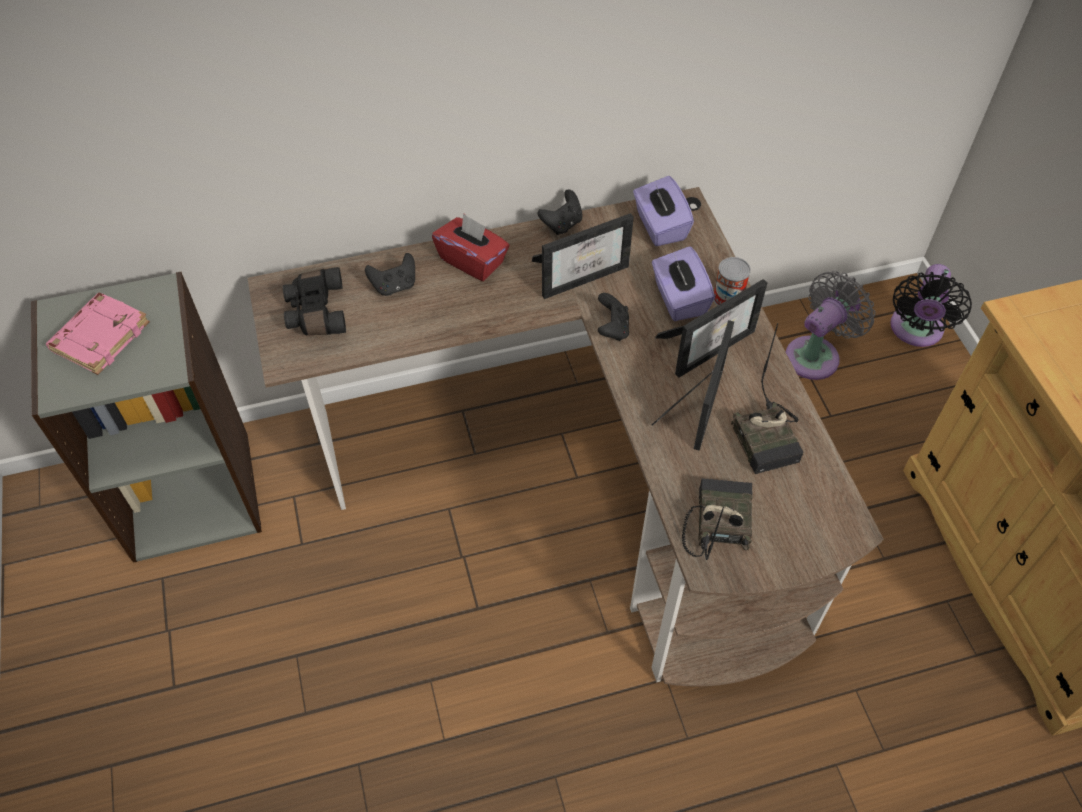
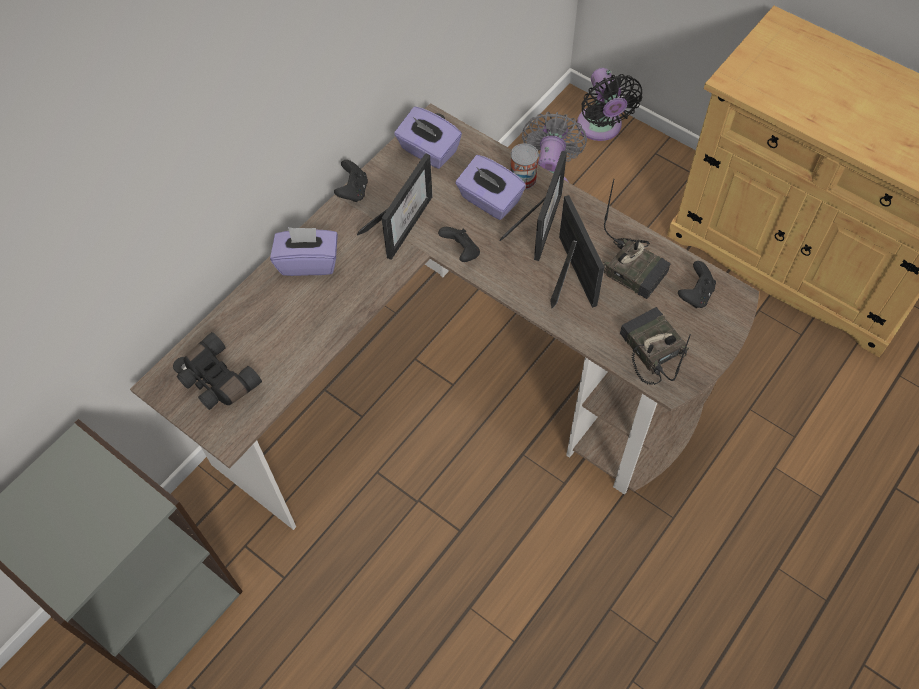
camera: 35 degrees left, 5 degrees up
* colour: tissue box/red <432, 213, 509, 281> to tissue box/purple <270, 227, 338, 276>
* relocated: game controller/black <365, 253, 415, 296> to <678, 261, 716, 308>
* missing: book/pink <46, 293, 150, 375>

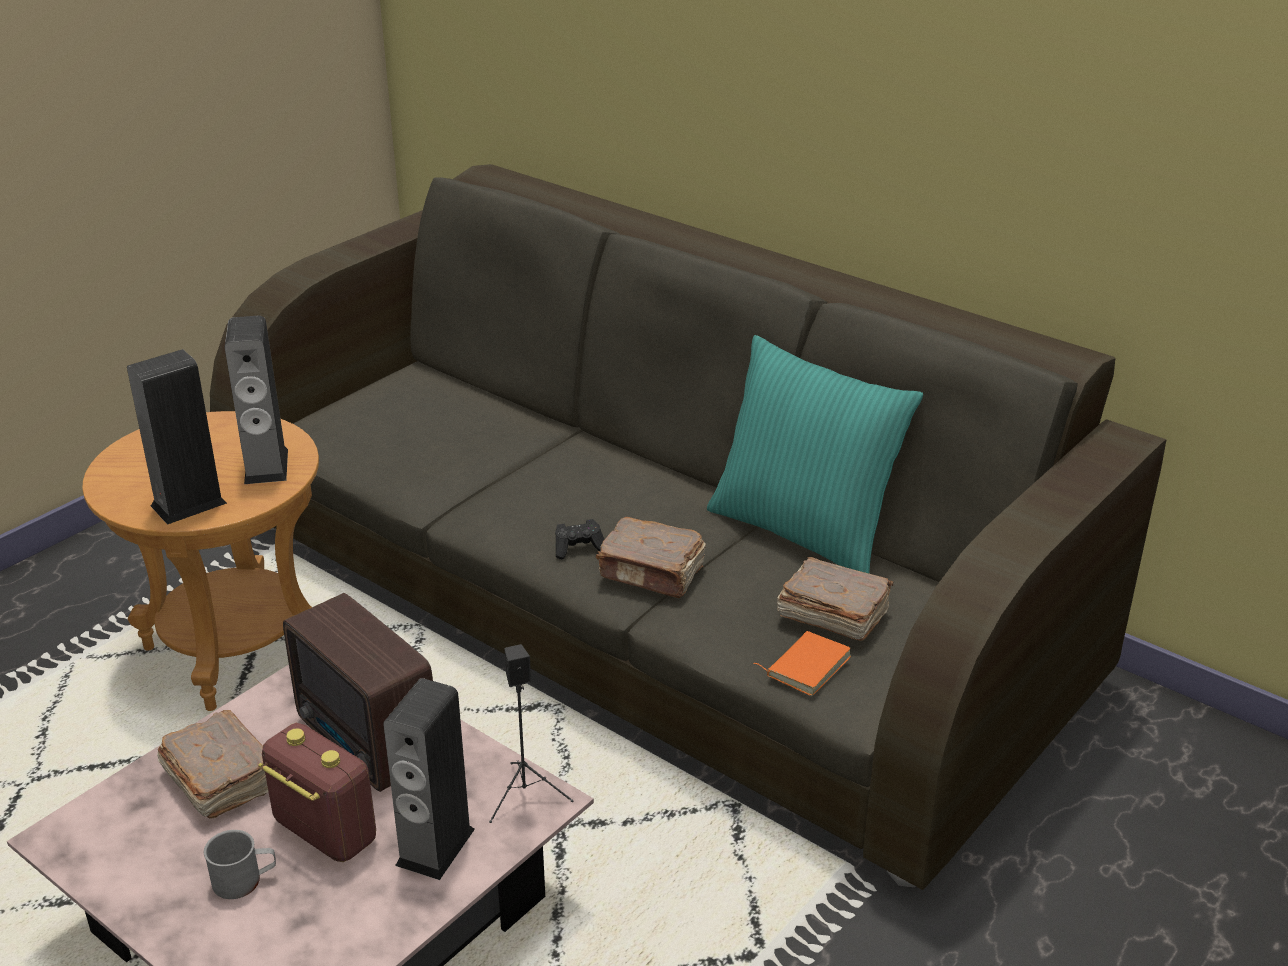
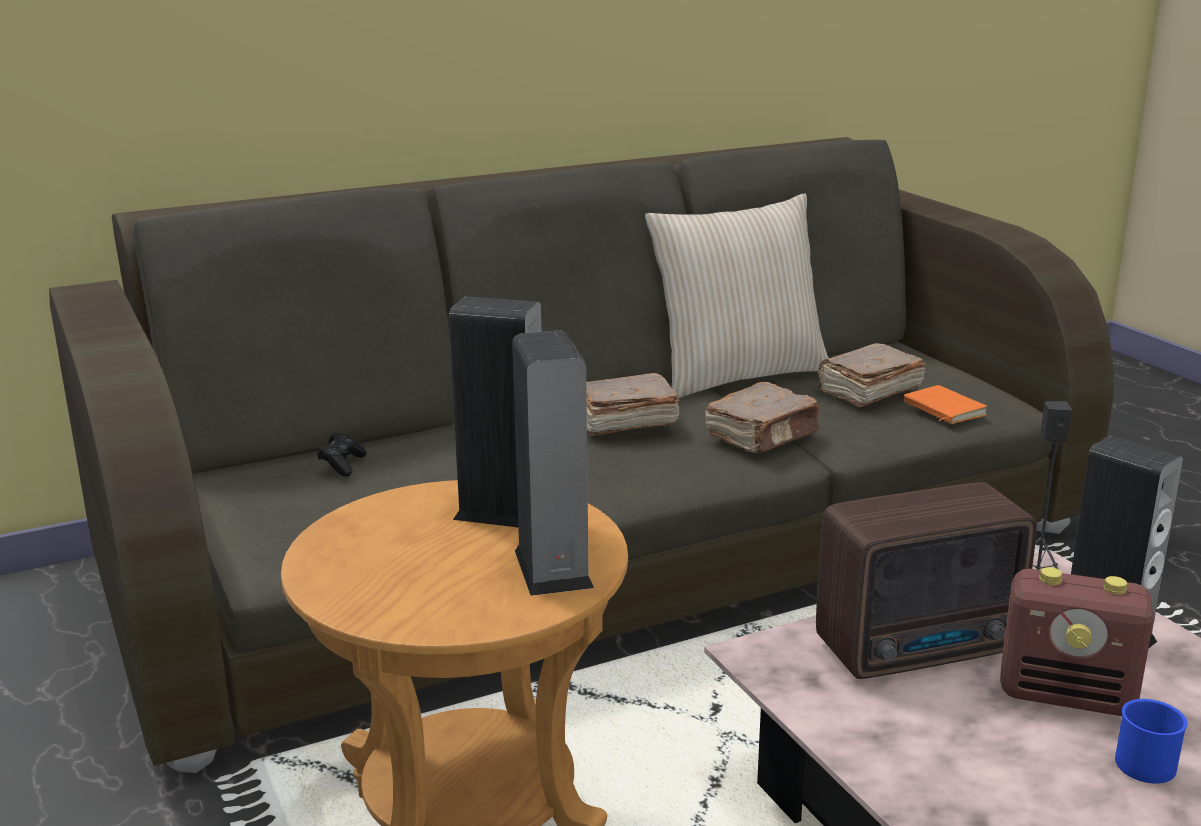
camera: 65 degrees left, 10 degrees down
* relocated: game controller/black <555, 519, 605, 559> to <317, 432, 367, 477>
* relocated: book/brown <157, 710, 268, 818> to <586, 373, 679, 436>
* colour: pillow/turquoise <707, 335, 923, 573> to pillow/beige <645, 193, 829, 398>
* spun: radio <258, 723, 376, 862> = <1000, 567, 1154, 716> 135 degrees counterclockwise
* colour: mug/grey <204, 830, 276, 899> to mug/blue <1115, 699, 1187, 784>

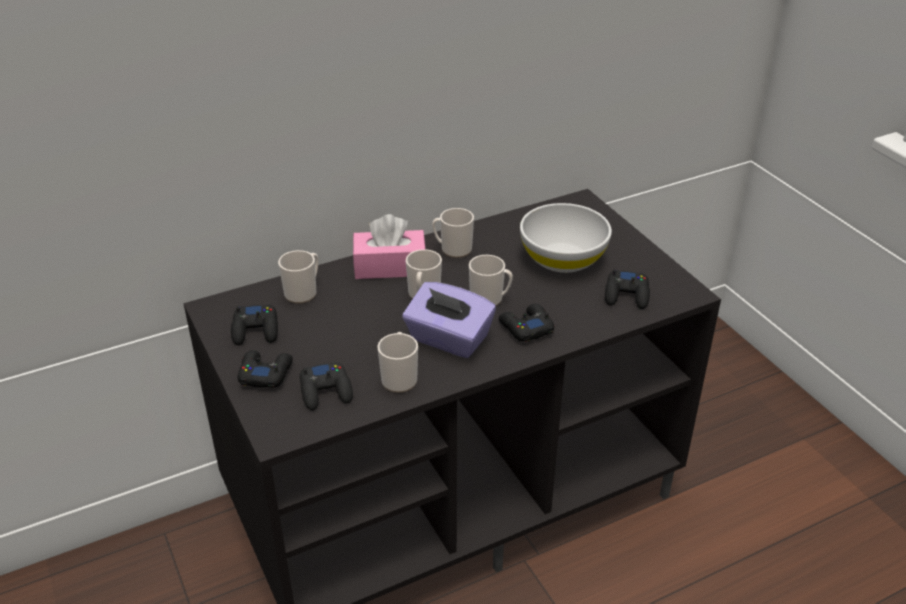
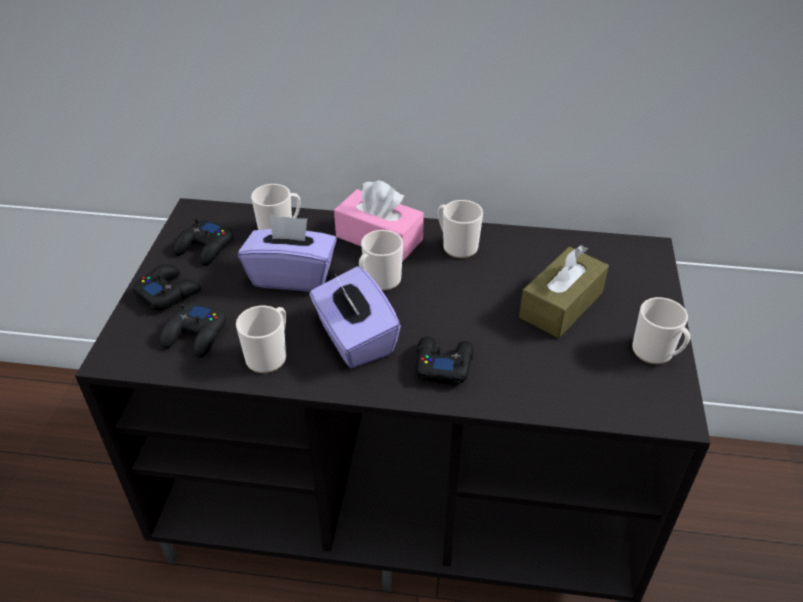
camera: 35 degrees right, 5 degrees up
* appeared: tissue box/purple <238, 214, 337, 292>
* exchanged: bowl/white <520, 203, 612, 273> to tissue box/brown <519, 245, 609, 338>
* relocated: mug <469, 255, 513, 306> to <632, 297, 690, 364>
* missing: game controller/black <605, 270, 650, 309>

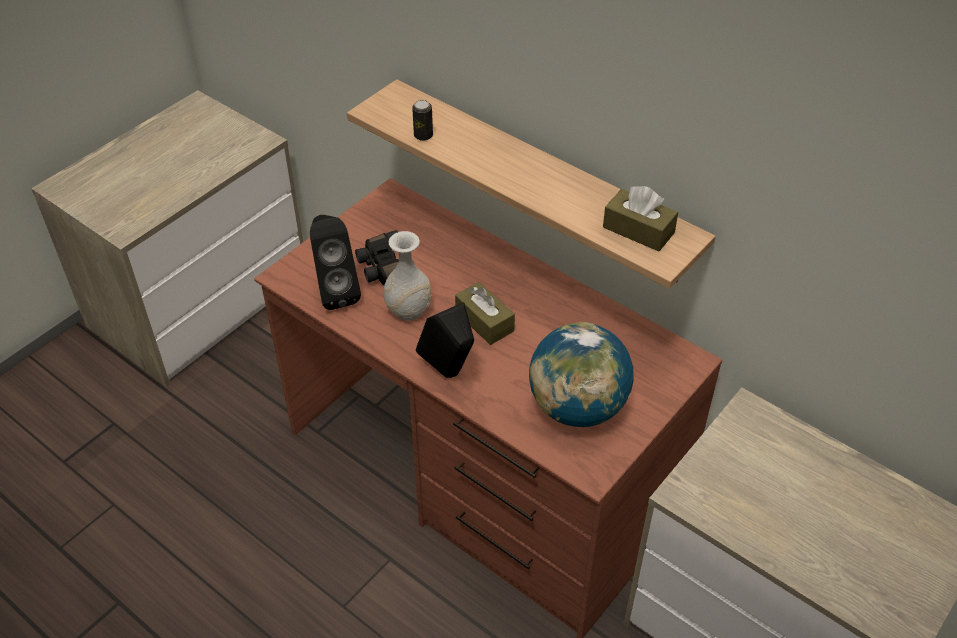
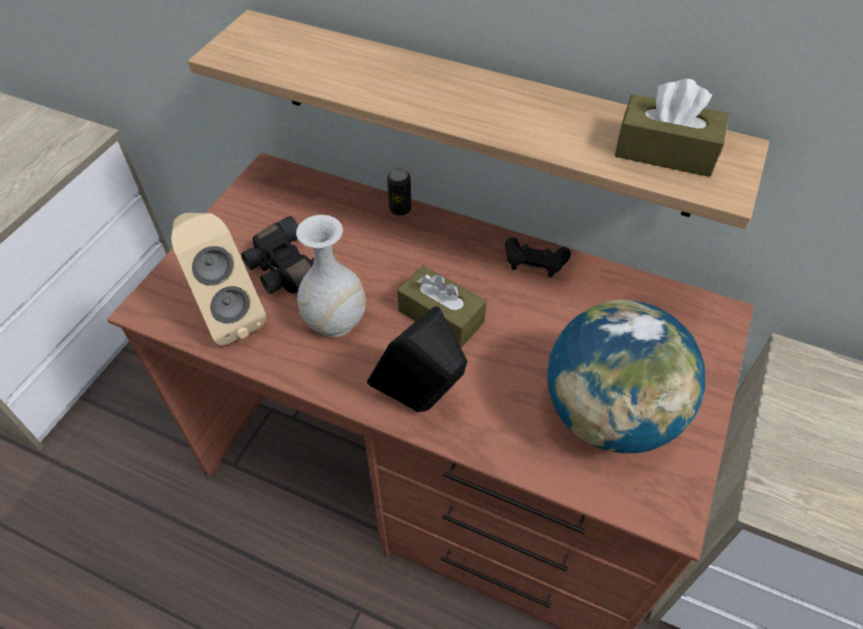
camera: 15 degrees left, 5 degrees up
* colour: speaker/black <310, 215, 361, 310> to speaker/beige <171, 213, 266, 346>
* relocated: can <412, 100, 433, 141> to <387, 169, 412, 216>
* appeared: game controller/black <505, 237, 571, 277>

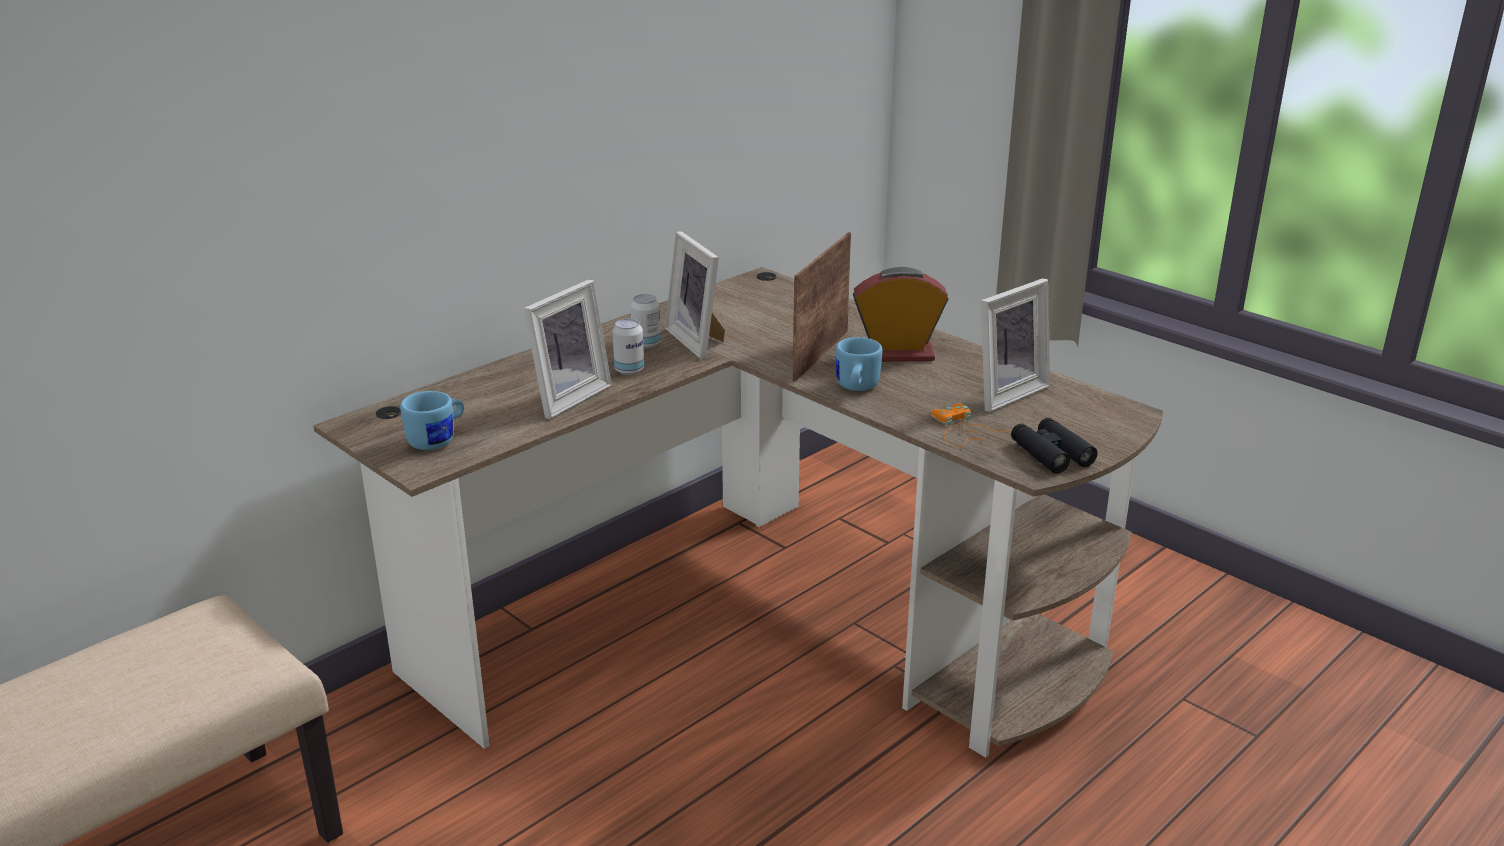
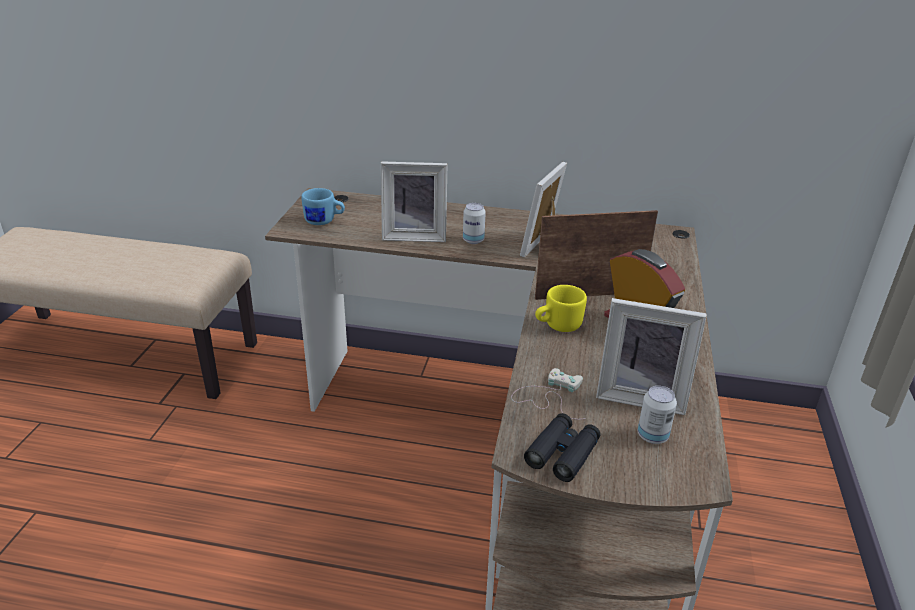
camera: 55 degrees right, 5 degrees up
* colour: game controller/orange <931, 404, 1012, 447> to game controller/white <511, 368, 586, 420>
* colour: mug/blue <836, 337, 882, 391> to mug/yellow <535, 285, 587, 332>
* relocated: can <630, 294, 661, 349> to <638, 386, 677, 444>

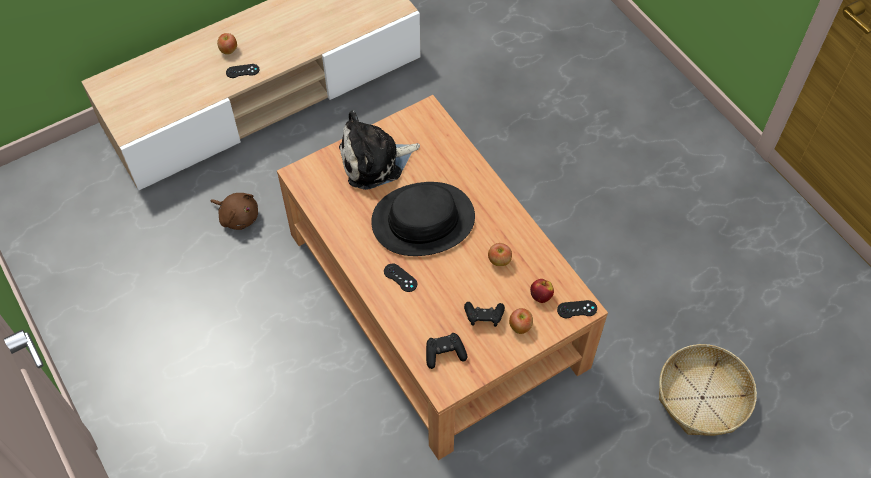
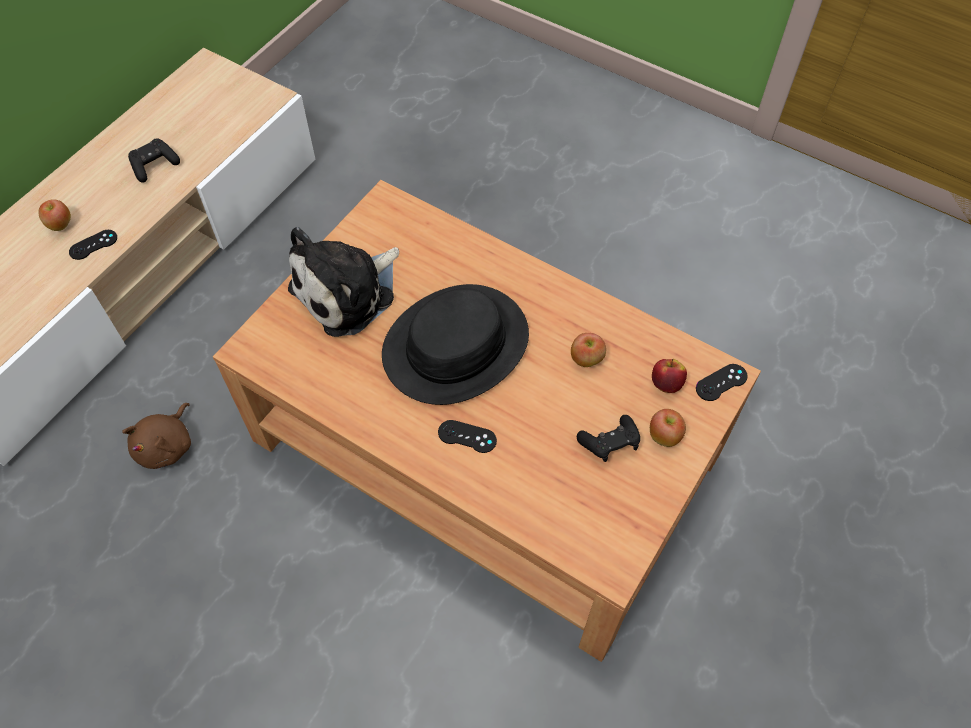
camera: 25 degrees left, 0 degrees up
* spun: plush toy/brown <211, 193, 258, 230> = <122, 403, 191, 469> 105 degrees clockwise
* relocated: game controller/black <426, 333, 467, 369> to <128, 138, 180, 183>
* missing: basket <659, 344, 757, 436>

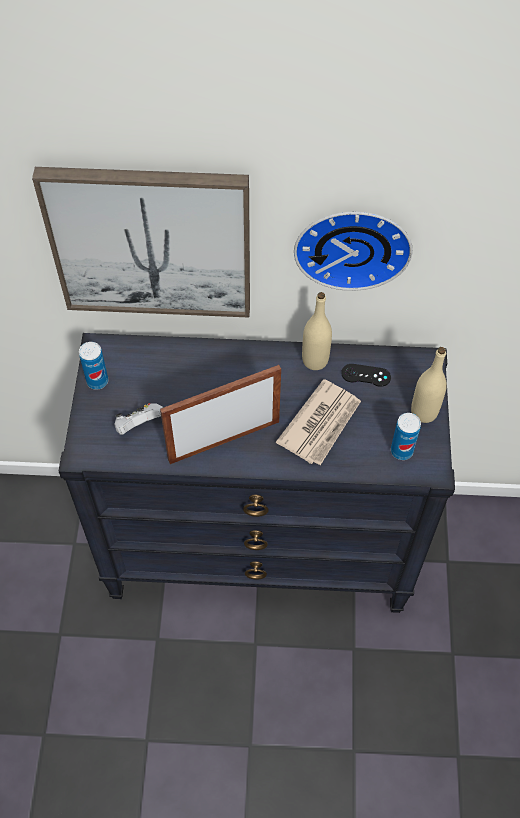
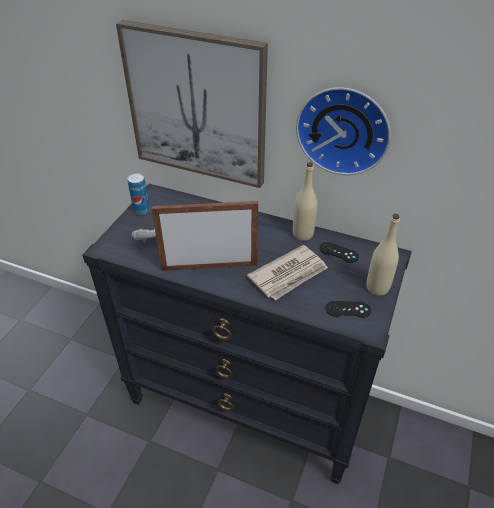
camera: 20 degrees right, 15 degrees down
* exchanged: can <391, 413, 421, 460> to game controller/black <326, 301, 371, 318>

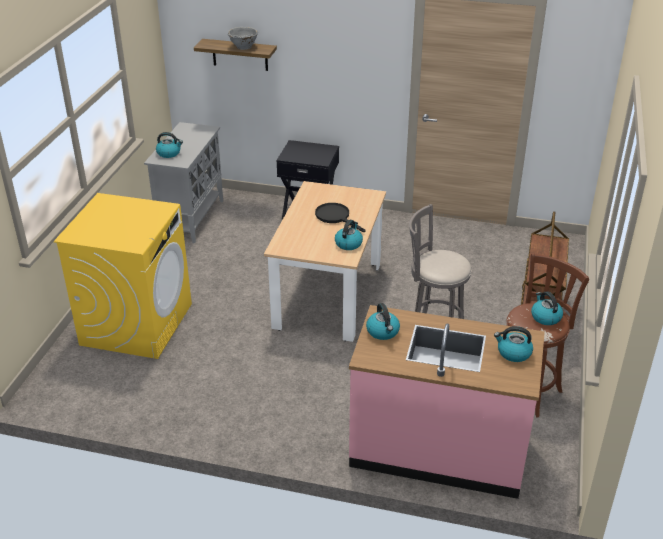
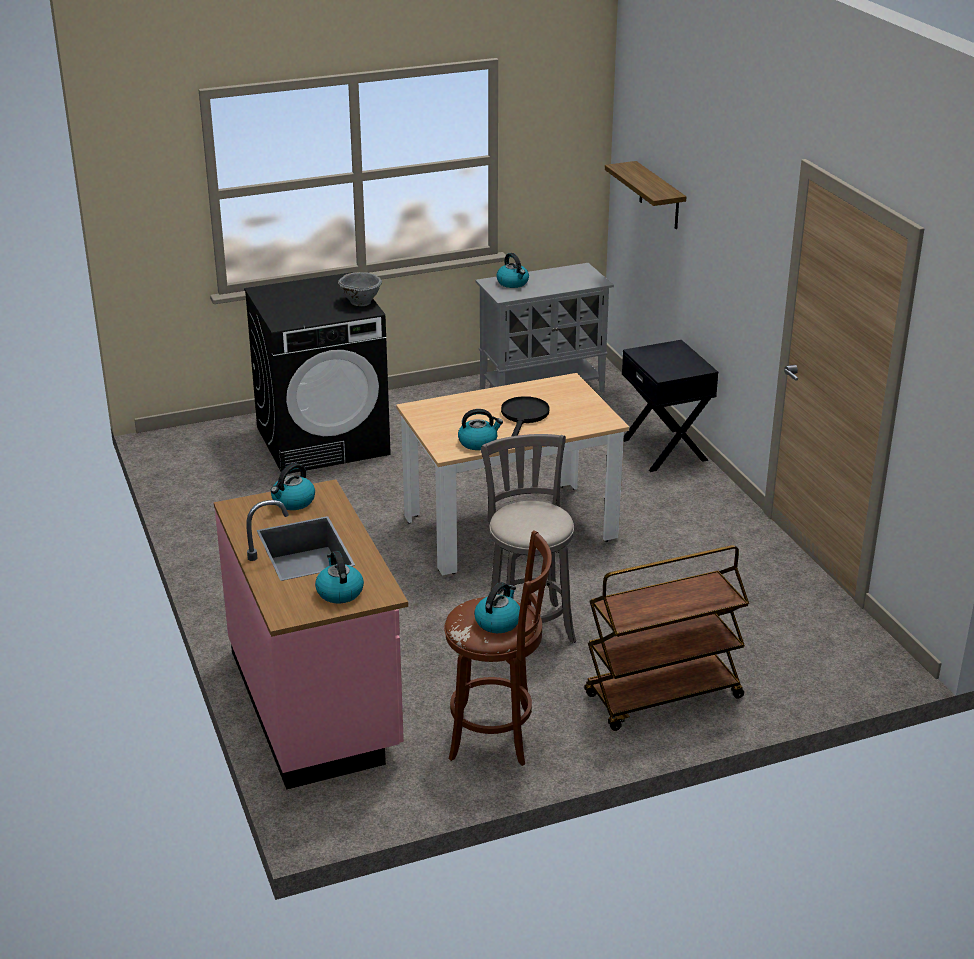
camera: 55 degrees right, 5 degrees down
* colour: washing machine/yellow <54, 193, 192, 359> to washing machine/black <244, 272, 391, 474>
* relocated: bowl/grey <228, 27, 258, 50> to <338, 272, 382, 306>

